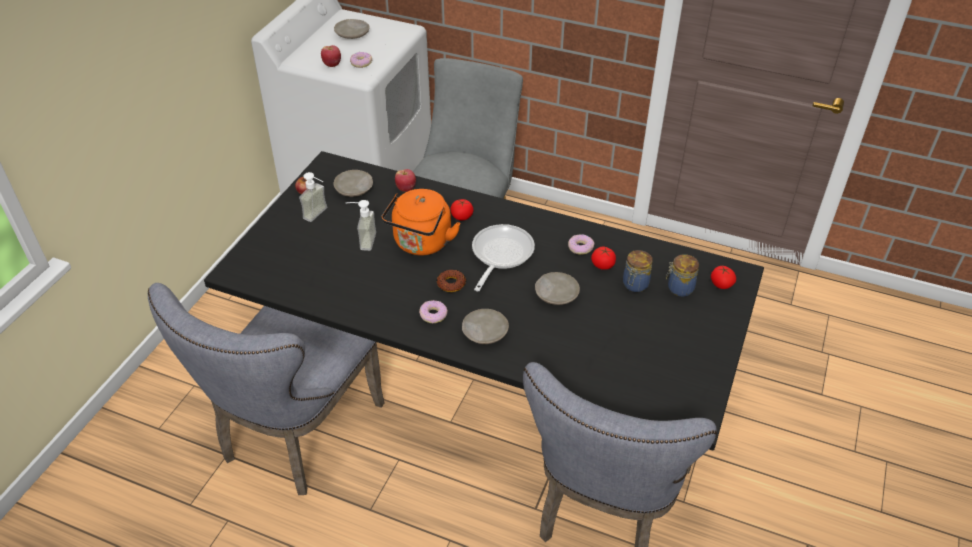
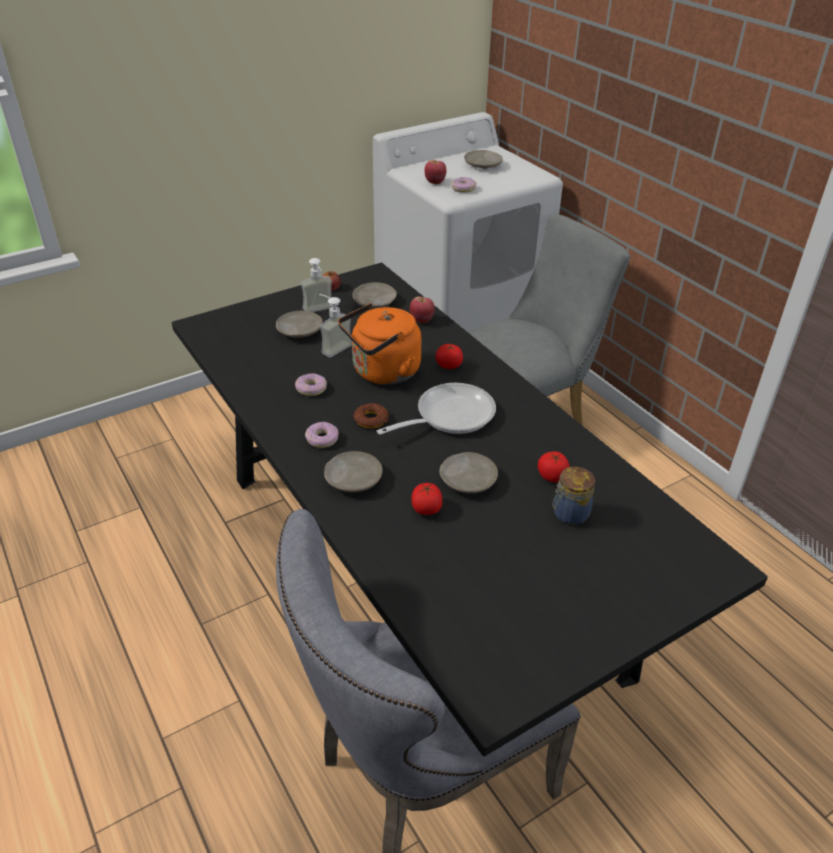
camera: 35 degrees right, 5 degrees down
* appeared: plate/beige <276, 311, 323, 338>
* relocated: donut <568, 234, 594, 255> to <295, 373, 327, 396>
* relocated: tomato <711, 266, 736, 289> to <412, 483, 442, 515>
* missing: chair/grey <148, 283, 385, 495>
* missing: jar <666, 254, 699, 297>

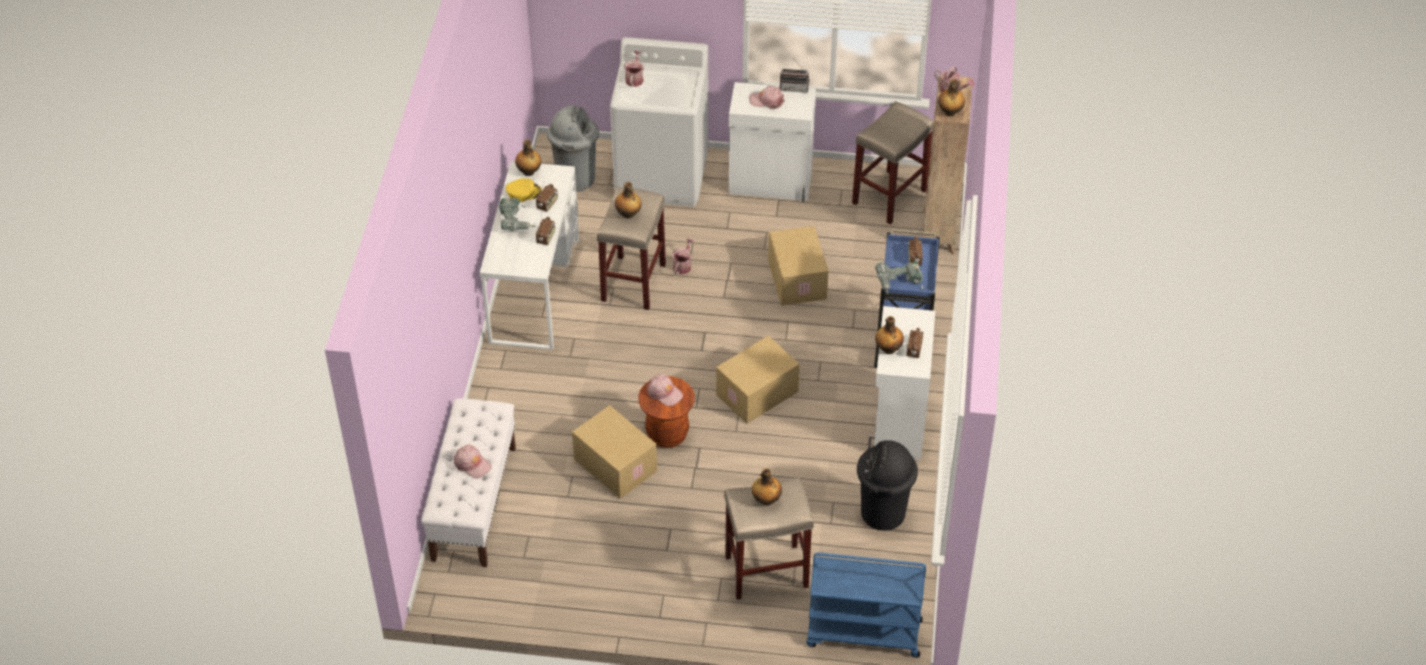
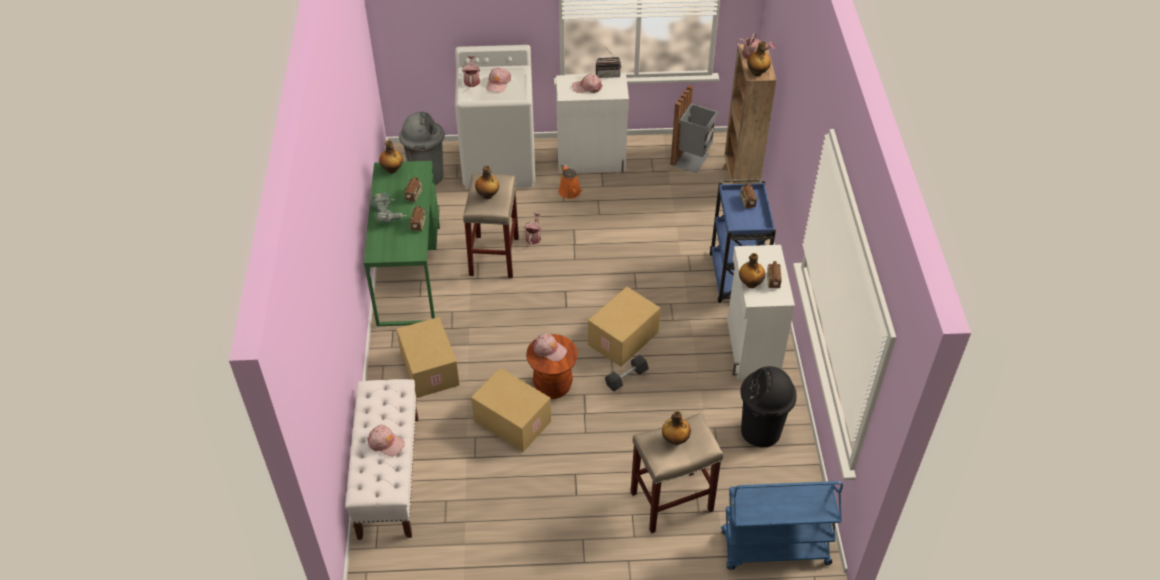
camera: 10 degrees left, 0 degrees up
* colour: desk/white <480, 161, 579, 350> to desk/green <364, 161, 440, 326>
* relocated: cardboard box <768, 226, 828, 306> to <396, 317, 460, 398>
* appeared: cap/pink <486, 68, 511, 92>
* appeared: watering can/orange <558, 164, 583, 199>
* appeared: dumbbell/black <605, 355, 649, 391>
* exchanged: stool/beige <852, 101, 934, 225> to trash can/grey <670, 85, 718, 173>
* missing: cap/yellow <506, 178, 542, 202>
* missing: power drill <875, 261, 923, 294>

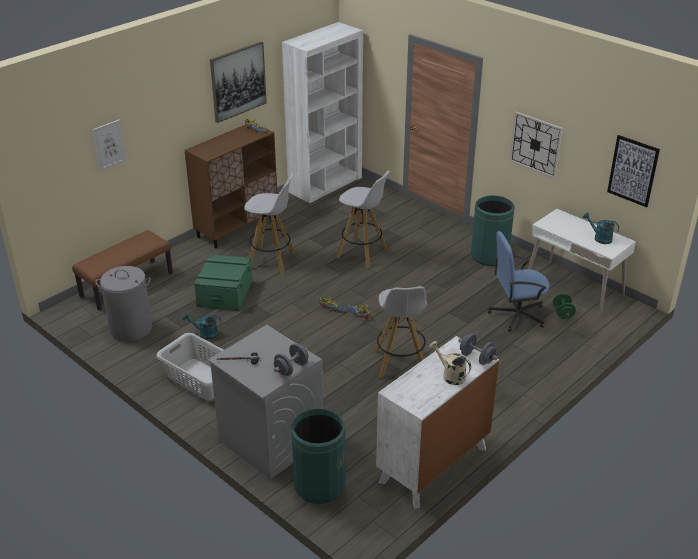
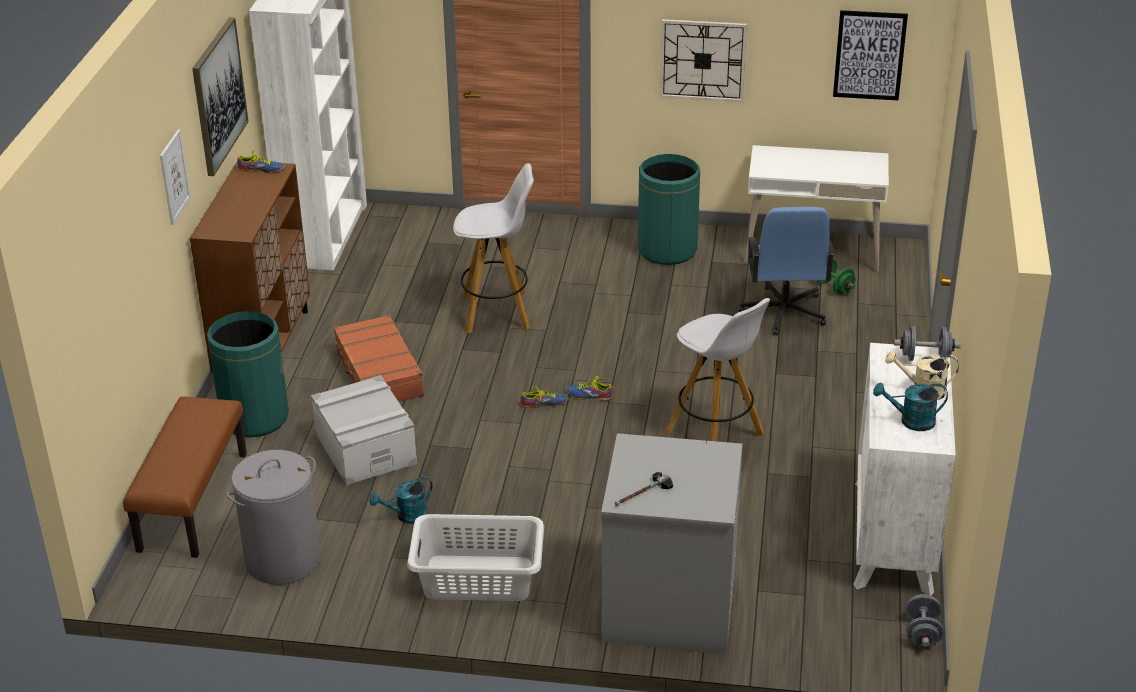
camera: 35 degrees left, 0 degrees up
* relocated: picture <92, 119, 127, 171> to <160, 129, 191, 225>
* relocated: trash can/green <291, 409, 345, 504> to <207, 311, 289, 438>
* colour: storage box/green <194, 254, 253, 311> to storage box/grey <311, 375, 417, 485>
* exchanged: stool/white <244, 173, 295, 274> to suitcase/brown <334, 315, 424, 402>
* spun: office chair/blue <488, 231, 549, 332> = <739, 207, 835, 336> 45 degrees counterclockwise
* relocated: watering can/turquoise <583, 212, 619, 244> to <873, 383, 948, 431>
* relocated: dumbbell/grey <274, 343, 309, 376> to <905, 594, 944, 647>

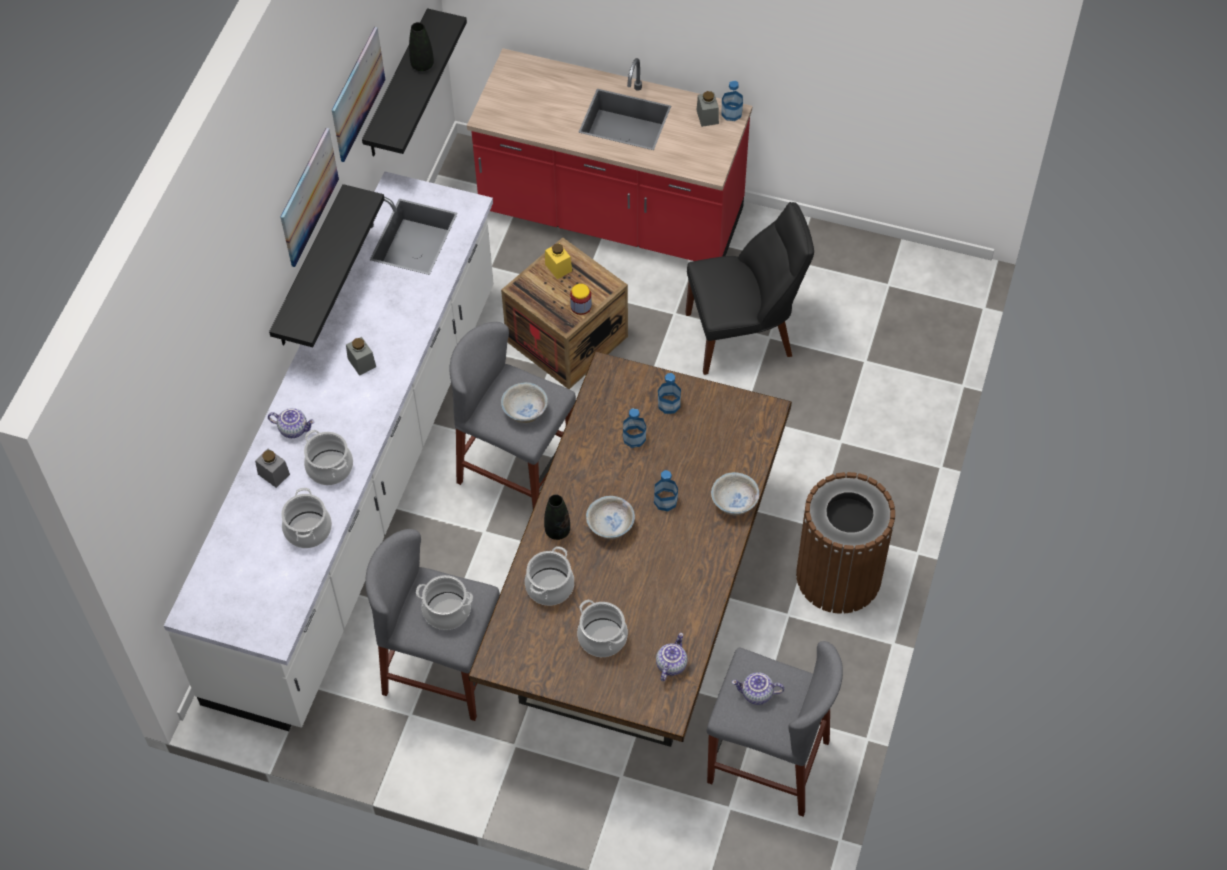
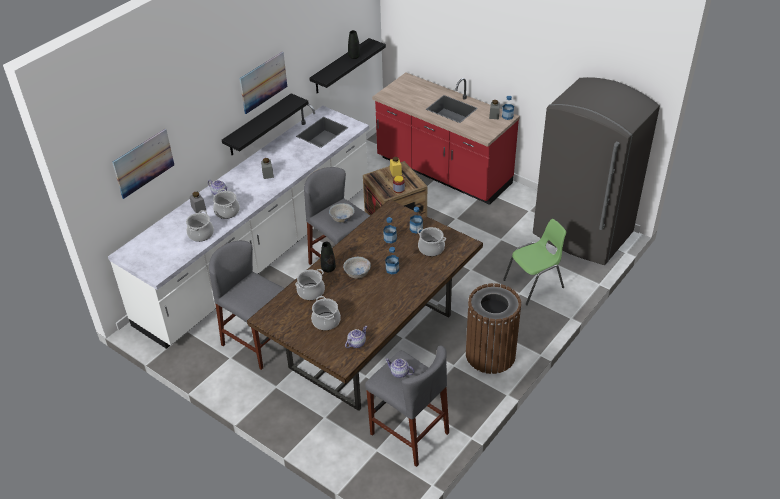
camera: 20 degrees right, 15 degrees down
* relocated: picture <332, 27, 385, 162> to <112, 129, 174, 199>
* relocated: cooking pot <416, 575, 473, 630> to <417, 227, 446, 256>
* appeared: chair/green <503, 219, 566, 305>
* appeared: fridge/grey <533, 77, 660, 265>
* missing: chair/black <685, 202, 814, 375>
* missing: bowl/white <711, 472, 759, 515>

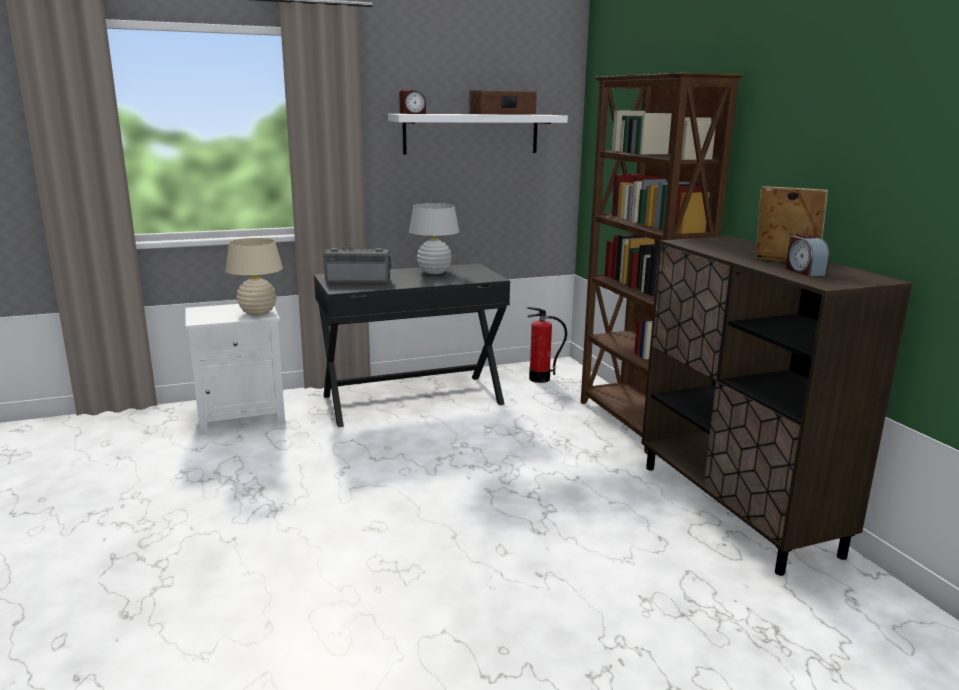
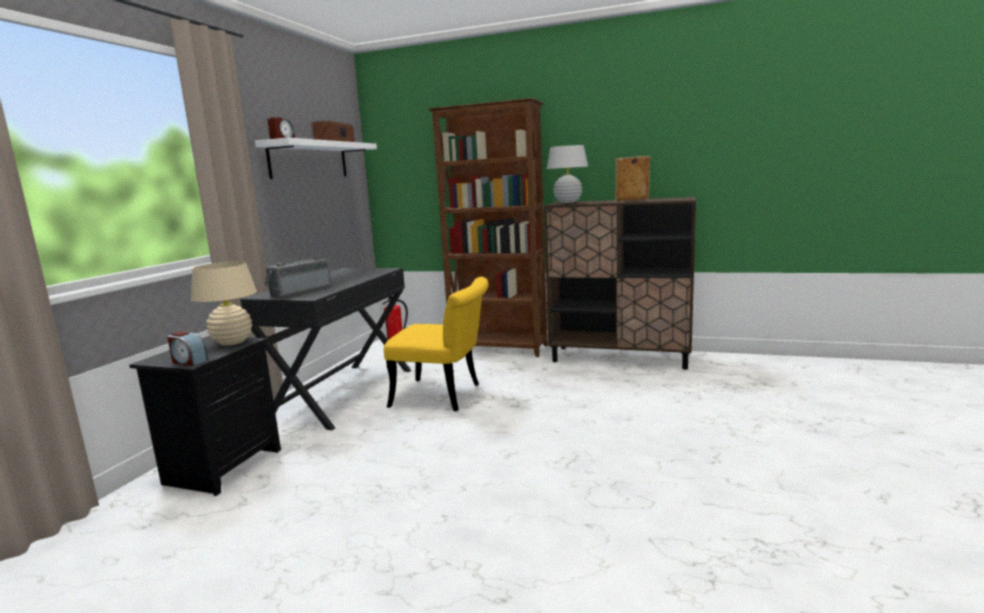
camera: 50 degrees left, 5 degrees down
* colour: nightstand/white <185, 304, 285, 435> to nightstand/black <129, 336, 281, 496>
* relocated: alarm clock <786, 234, 830, 276> to <167, 332, 208, 366>
* appeared: chair/yellow <384, 277, 489, 411>
* relocated: table lamp/white <409, 203, 459, 274> to <547, 145, 588, 203>

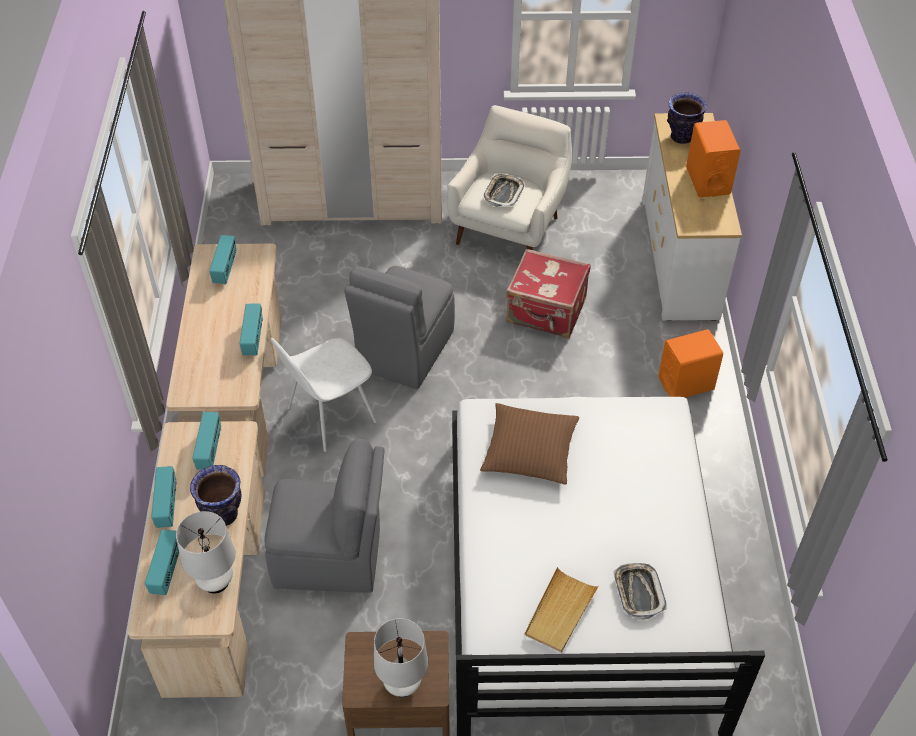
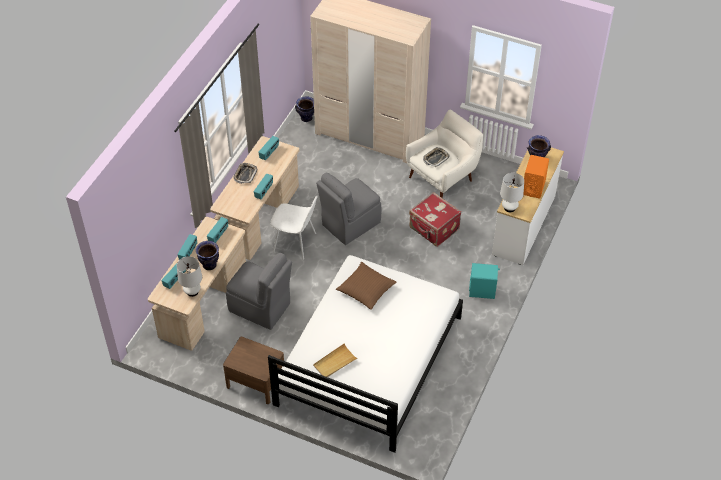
camera: 25 degrees right, 0 degrees up
* relocated: tray <613, 563, 667, 620> to <233, 163, 257, 184>
* spun: chair/white <270, 338, 377, 452> = <270, 195, 318, 260> 150 degrees counterclockwise
* appeared: vase <295, 96, 314, 122>
* colour: speaker/orange <658, 329, 723, 398> to speaker/turquoise <469, 263, 500, 299>
* relocated: table lamp/white <374, 618, 428, 697> to <500, 173, 524, 212>

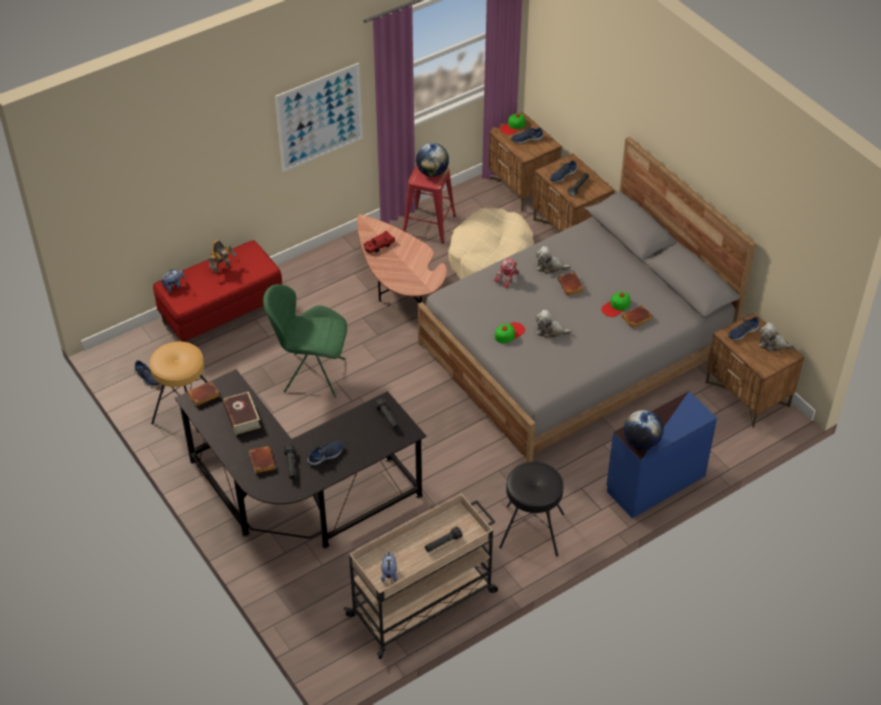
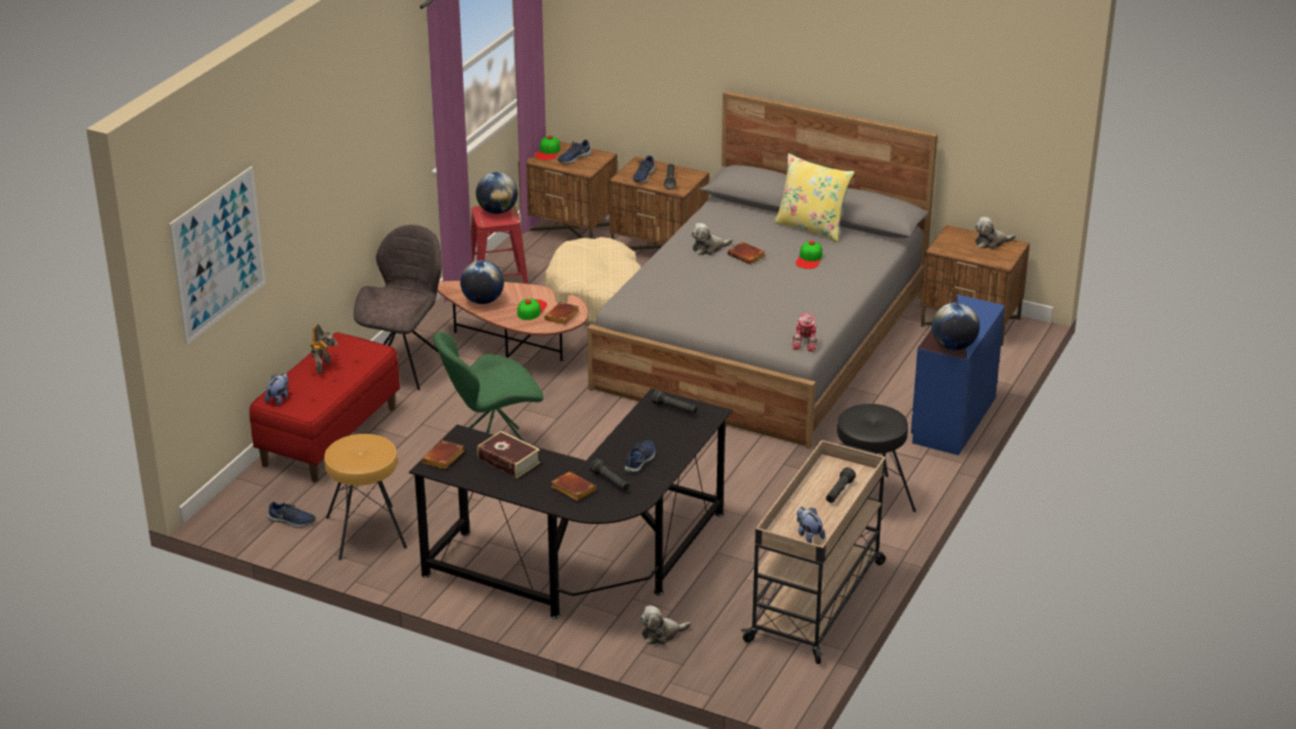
camera: 30 degrees left, 15 degrees down
* relocated: picture <275, 63, 363, 172> to <169, 166, 266, 345>
* appeared: chair/grey <354, 225, 442, 390>
* exchanged: toy car/red <363, 230, 395, 253> to globe <460, 260, 504, 304>
* relocated: cap <495, 322, 525, 343> to <517, 299, 547, 320>
* relocated: book/brown <621, 305, 653, 328> to <544, 302, 580, 325>
* relocated: plush toy <536, 310, 572, 339> to <639, 605, 691, 644>
* appeared: pillow/yellow <773, 153, 854, 242>
* relocated: toy robot <494, 258, 519, 288> to <792, 313, 818, 351>
* missing: shoe/blue <728, 317, 760, 341>

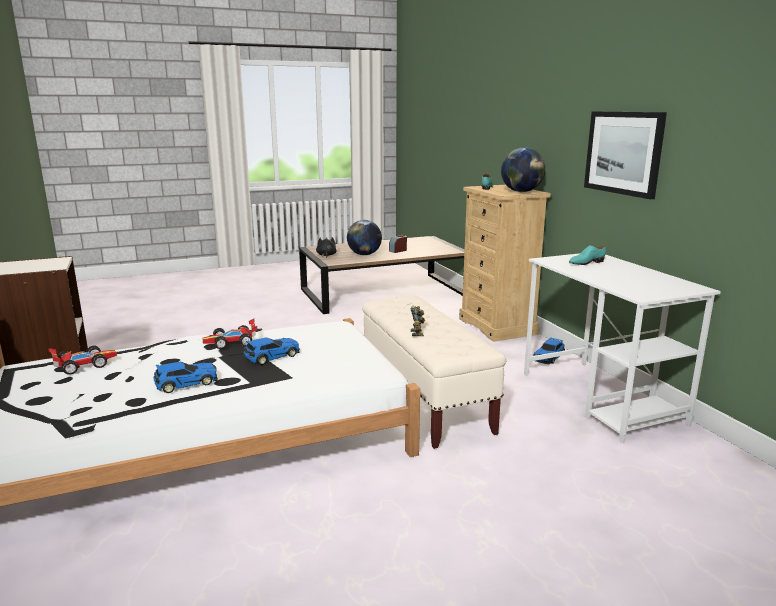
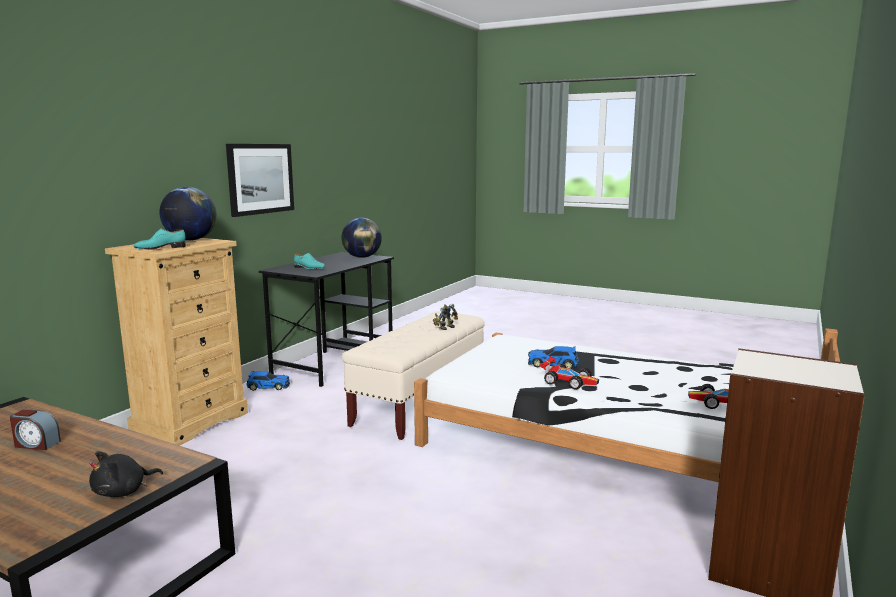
camera: 130 degrees left, 5 degrees down
* colour: desk/white <524, 253, 721, 443> to desk/black <259, 252, 394, 387>
* relocated: globe <347, 220, 382, 255> to <342, 218, 382, 258>
* missing: toy car <154, 362, 218, 393>

